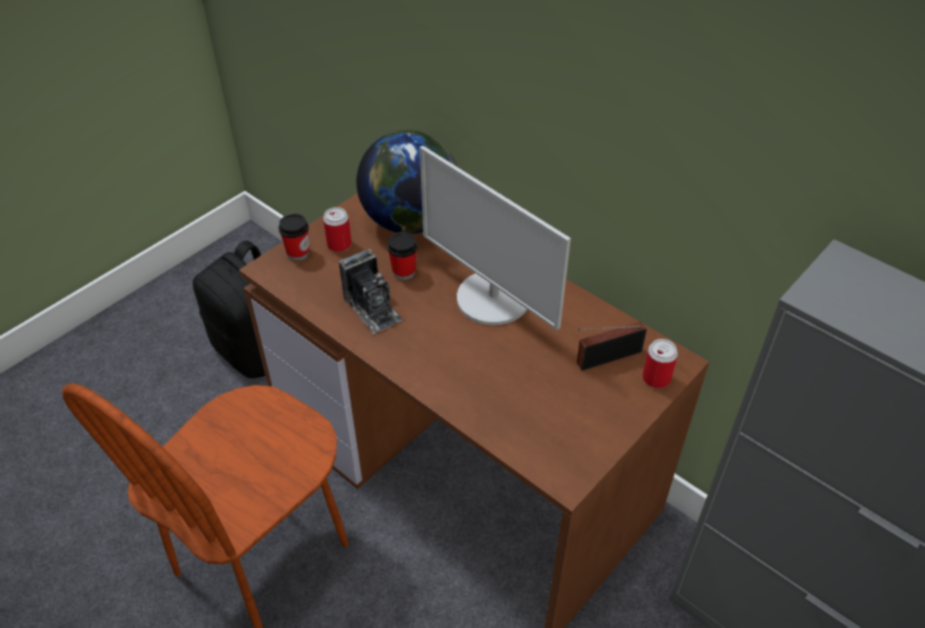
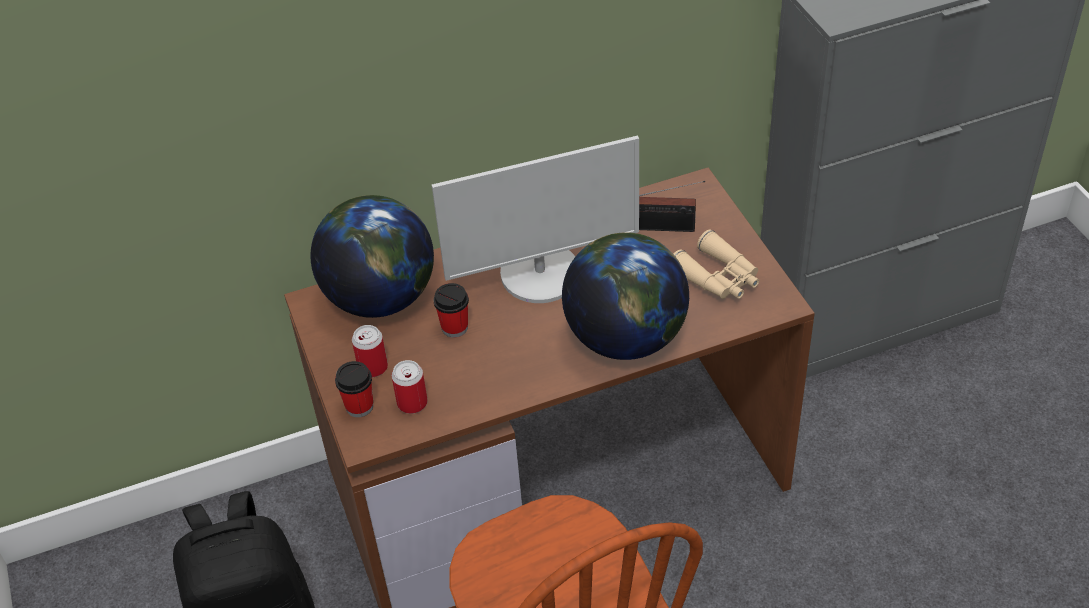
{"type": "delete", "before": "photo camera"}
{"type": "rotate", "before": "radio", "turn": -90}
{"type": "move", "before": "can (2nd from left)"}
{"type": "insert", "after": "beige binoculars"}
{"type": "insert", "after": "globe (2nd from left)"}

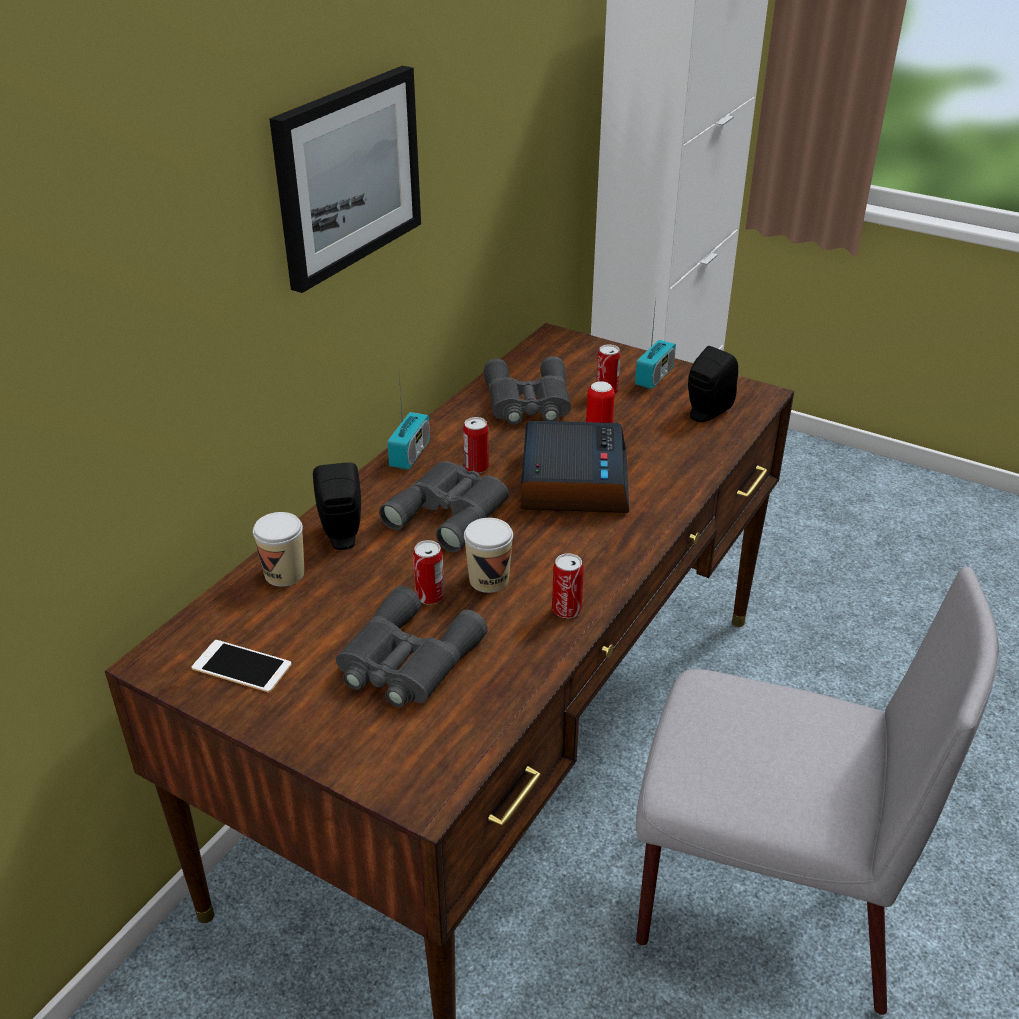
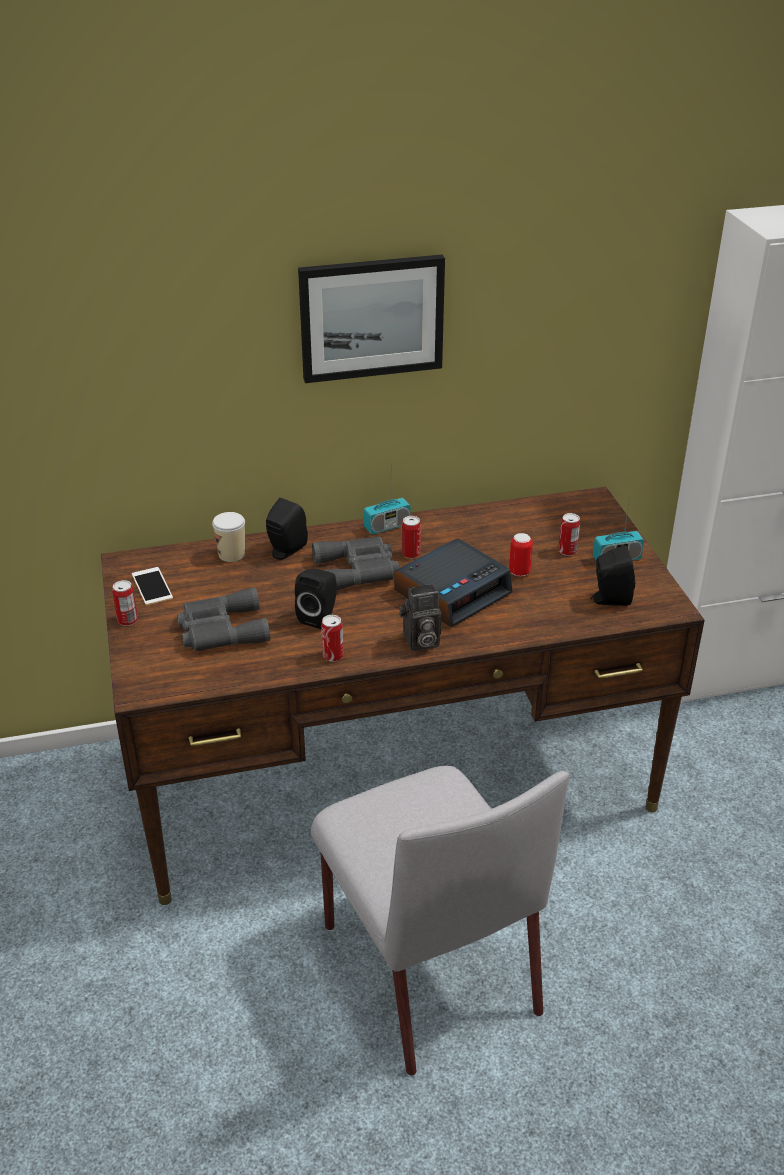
{"type": "delete", "before": "grey binoculars (3rd from left)"}
{"type": "replace", "before": "cup (2nd from left)", "after": "black speaker (2nd from left)"}
{"type": "move", "before": "can (1st from left)"}
{"type": "insert", "after": "photo camera"}

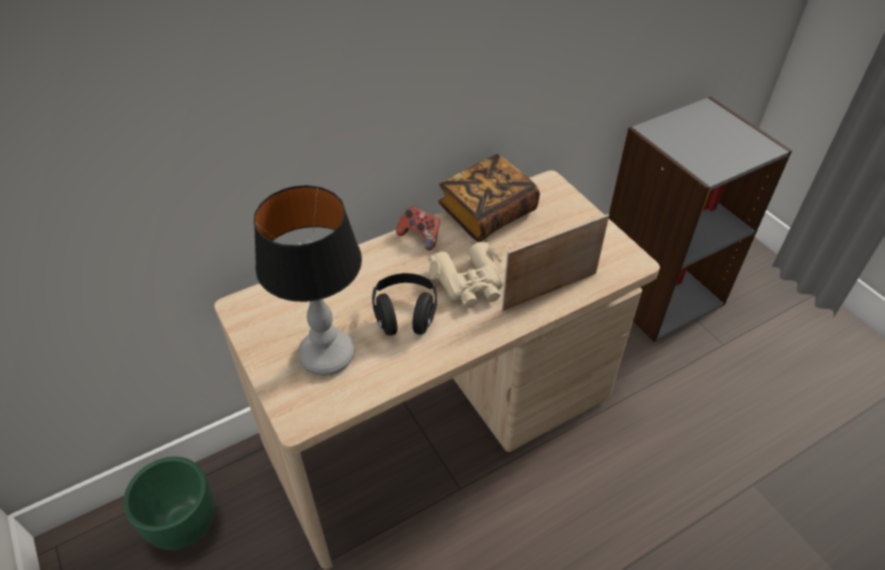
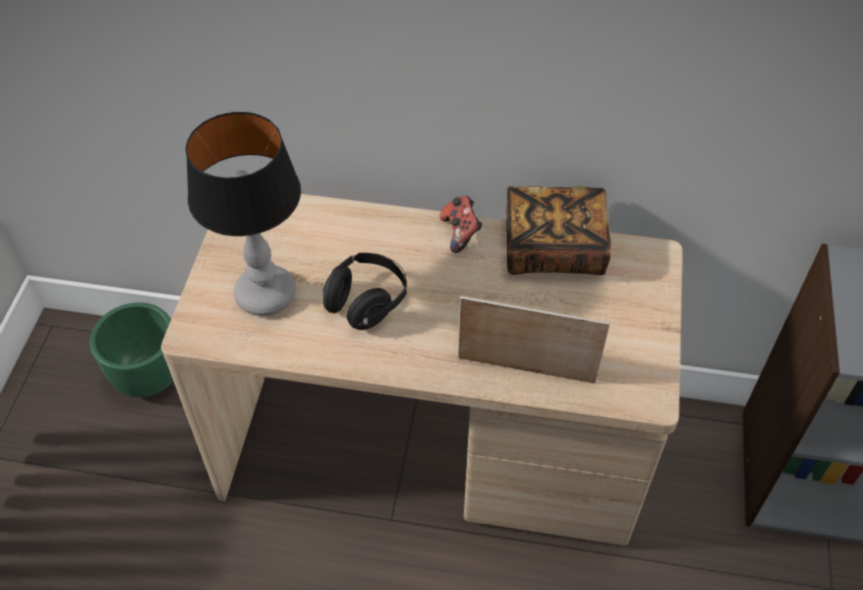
{"type": "delete", "before": "beige binoculars"}

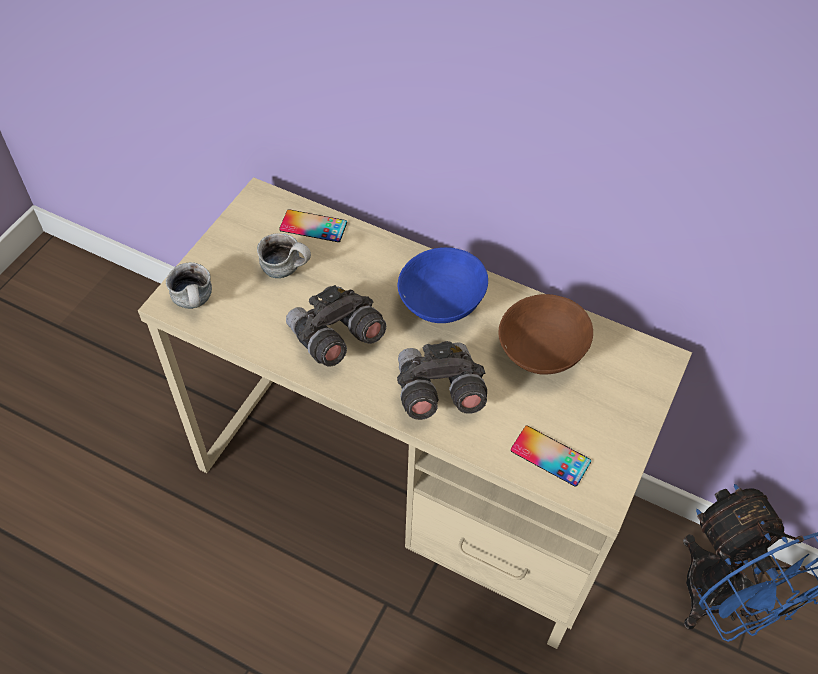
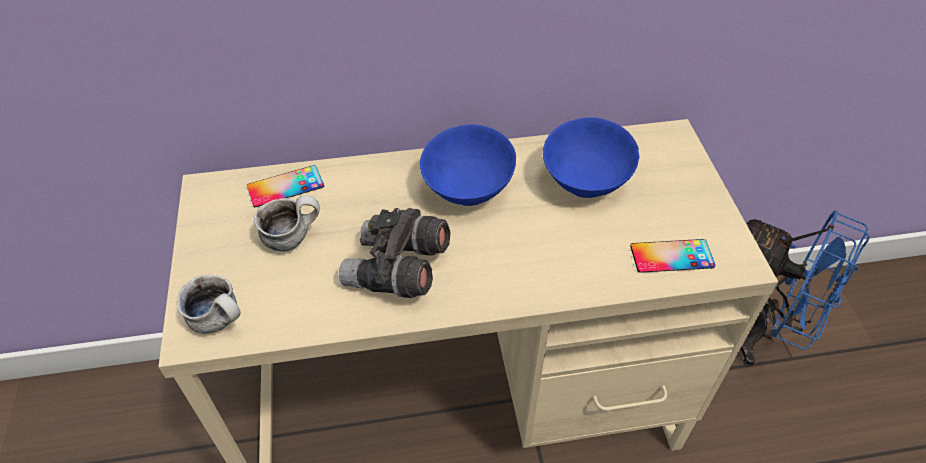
{"type": "recolor", "before": "brown bowl", "after": "blue bowl (2nd from left)"}
{"type": "delete", "before": "grey binoculars (2nd from left)"}

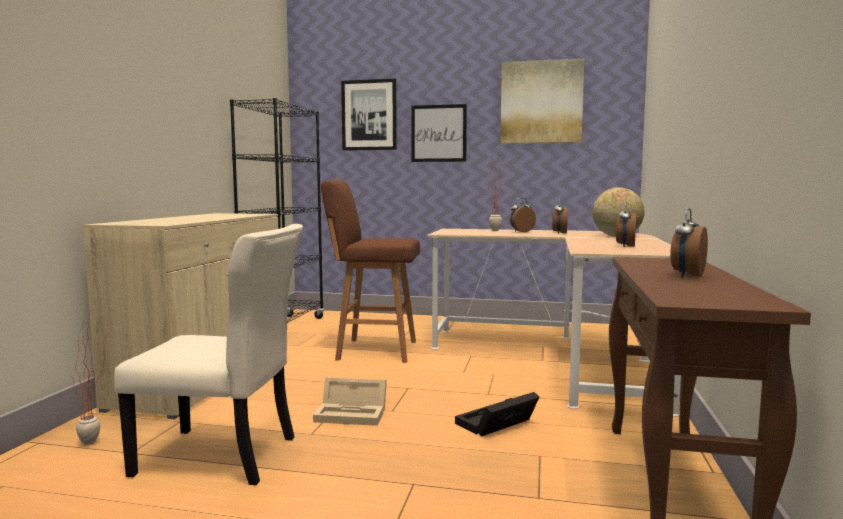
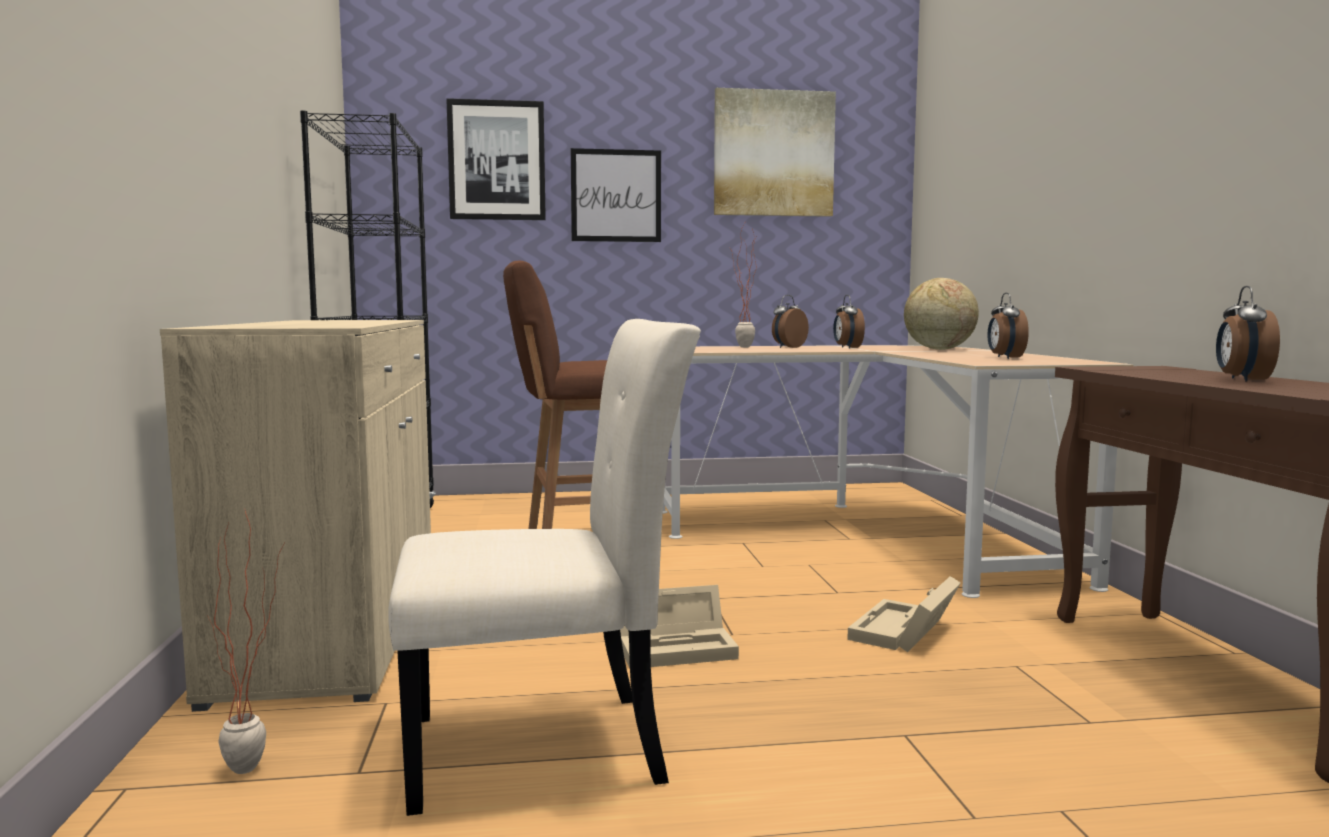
{"type": "recolor", "before": "black storage box", "after": "beige storage box (2nd from left)"}

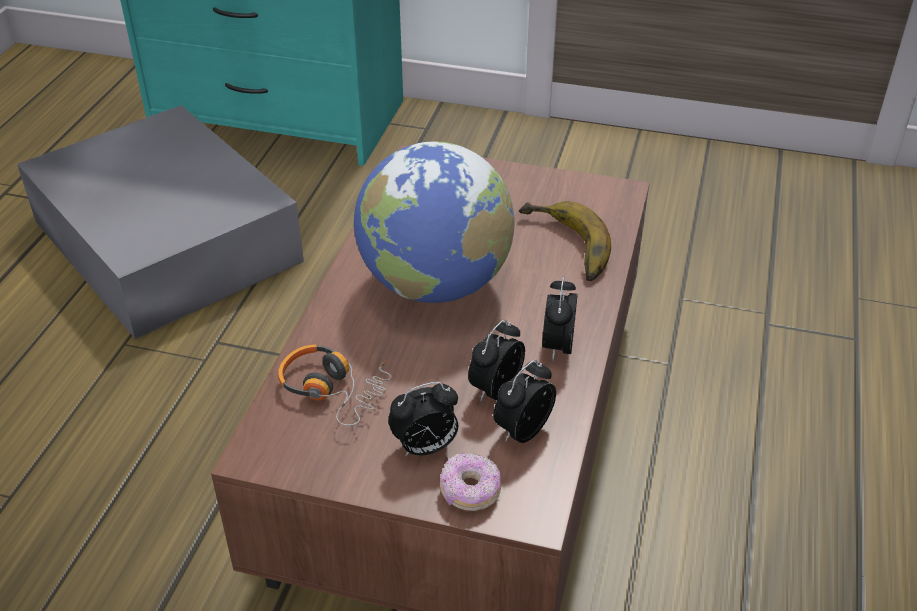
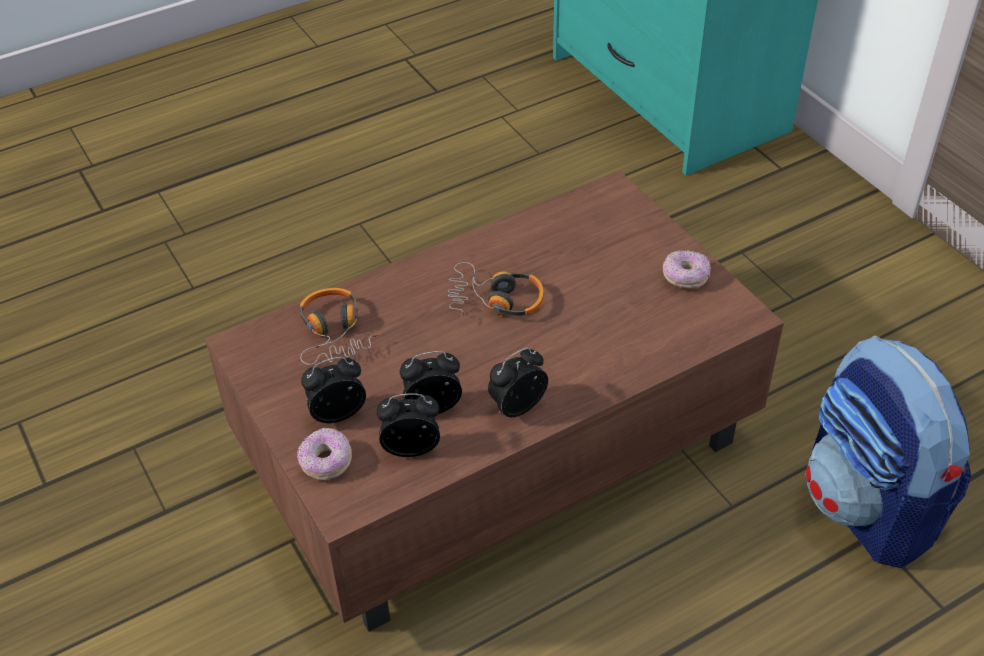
{"type": "delete", "before": "grey storage box"}
{"type": "replace", "before": "globe", "after": "headphones (2nd from left)"}
{"type": "delete", "before": "banana"}
{"type": "rotate", "before": "alarm clock (1st from left)", "turn": 135}
{"type": "insert", "after": "donut (2nd from left)"}
{"type": "insert", "after": "backpack"}

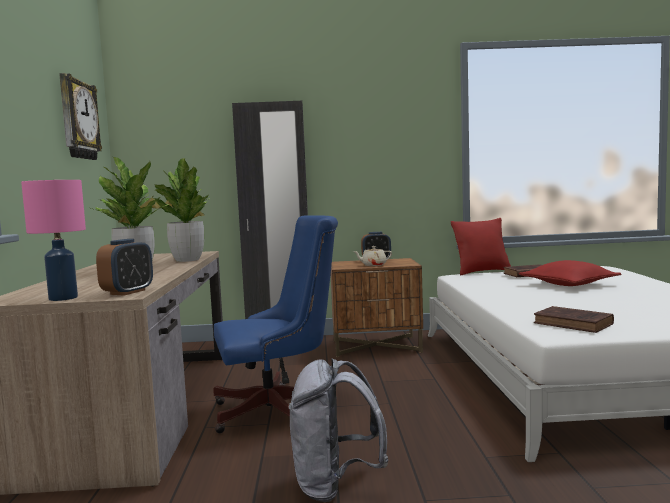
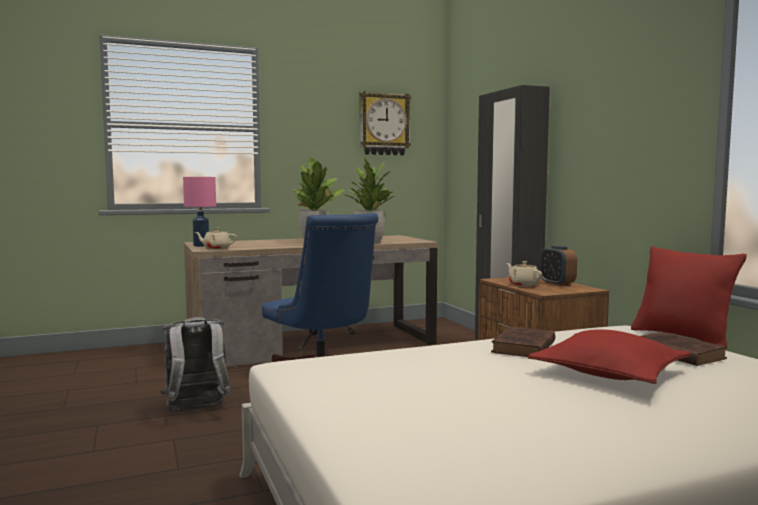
{"type": "replace", "before": "alarm clock (1st from left)", "after": "beige teapot (1st from left)"}
{"type": "move", "before": "brown book (2nd from left in the first image)", "after": "brown book (1st from left)"}

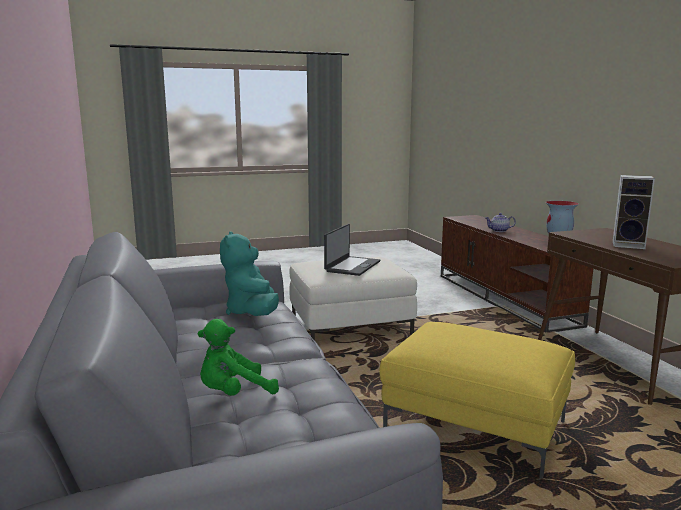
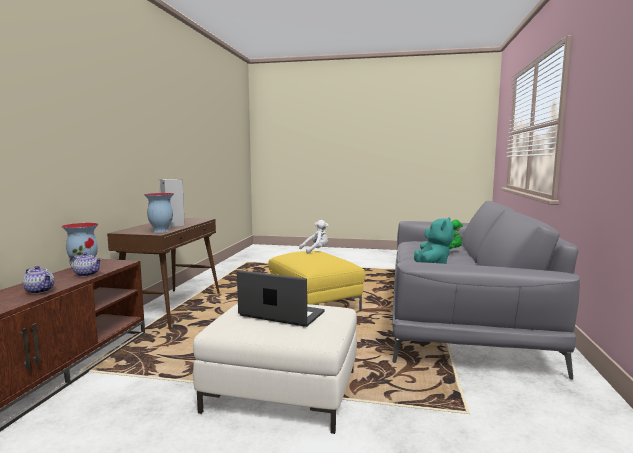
{"type": "rotate", "before": "laptop", "turn": 60}
{"type": "insert", "after": "vase (2nd from left)"}
{"type": "insert", "after": "white plush toy"}
{"type": "insert", "after": "teapot (2nd from left)"}

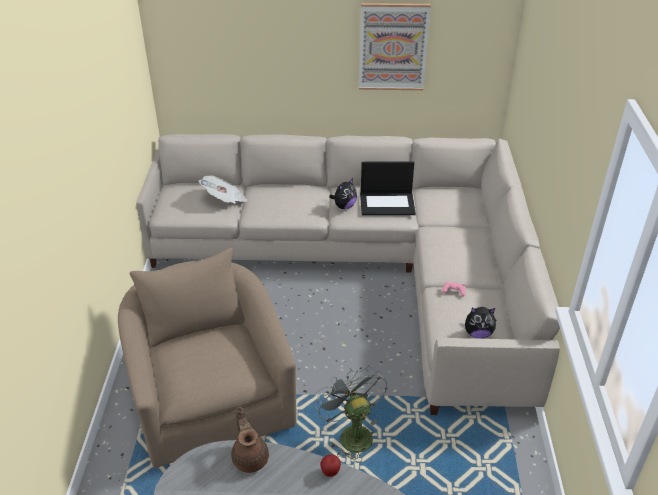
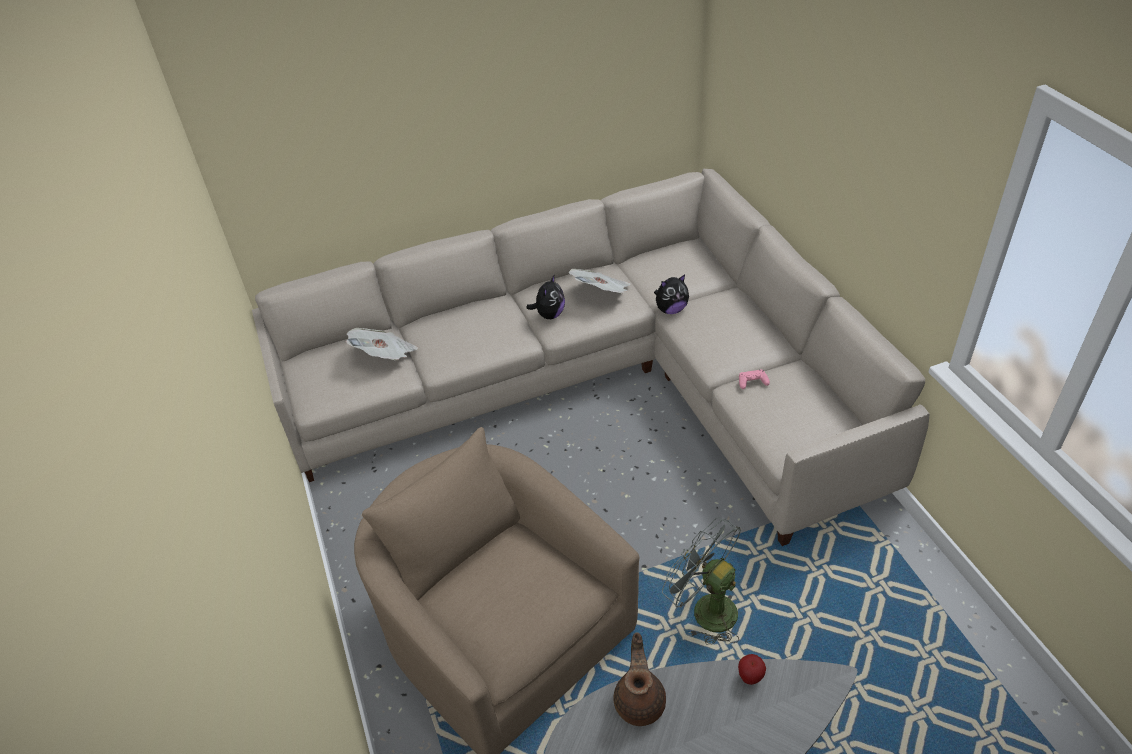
{"type": "delete", "before": "picture"}
{"type": "replace", "before": "laptop", "after": "newspaper (2nd from left)"}
{"type": "move", "before": "plush toy (2nd from left)"}
{"type": "rotate", "before": "brown teapot", "turn": 45}

